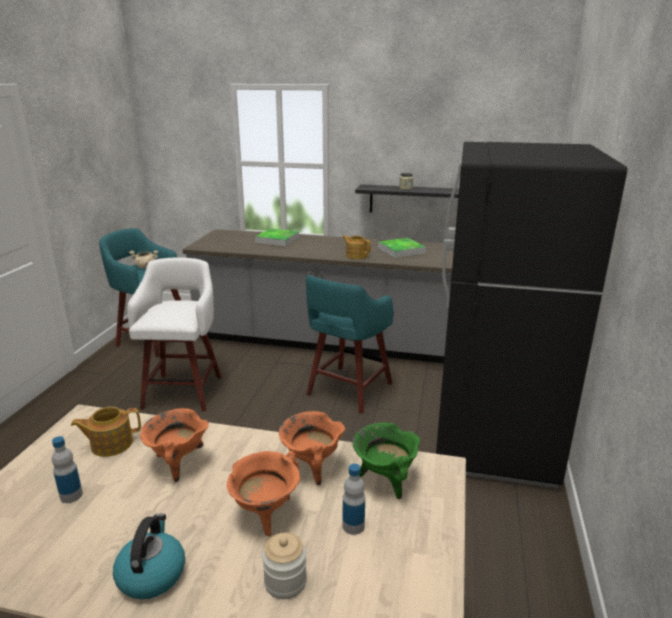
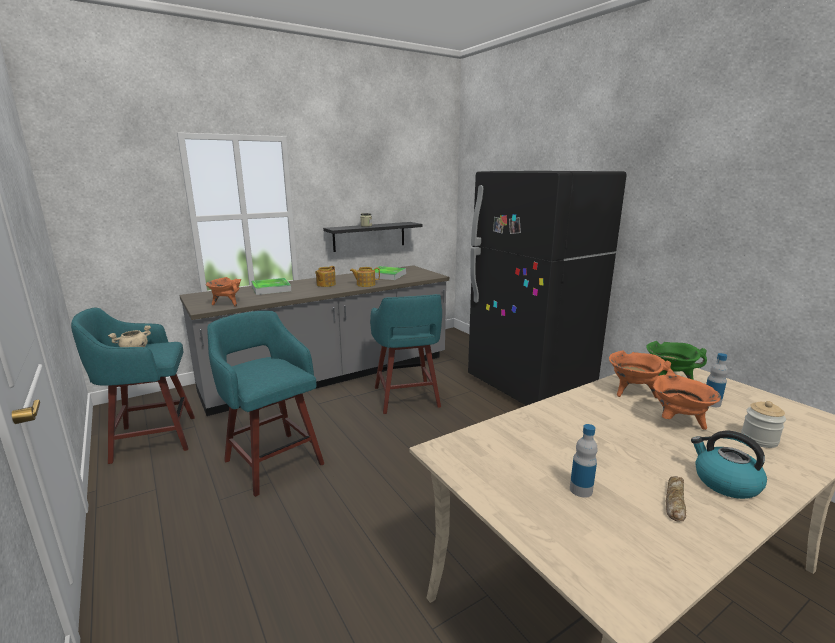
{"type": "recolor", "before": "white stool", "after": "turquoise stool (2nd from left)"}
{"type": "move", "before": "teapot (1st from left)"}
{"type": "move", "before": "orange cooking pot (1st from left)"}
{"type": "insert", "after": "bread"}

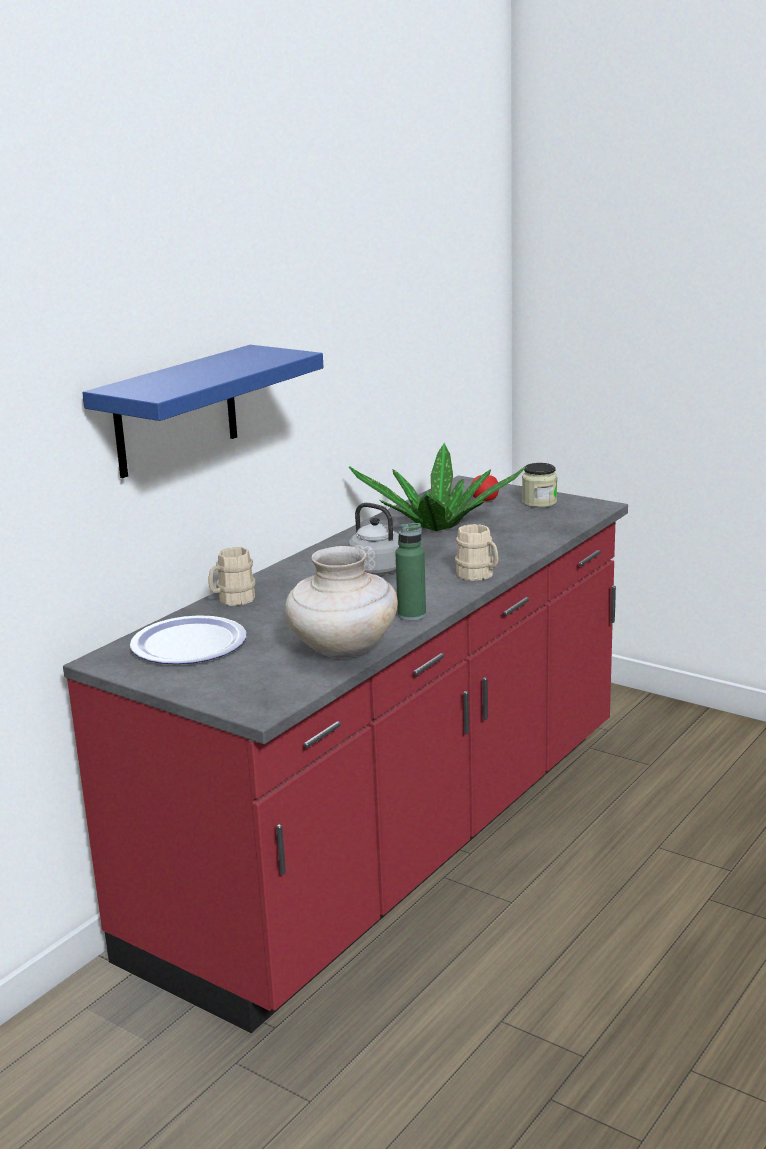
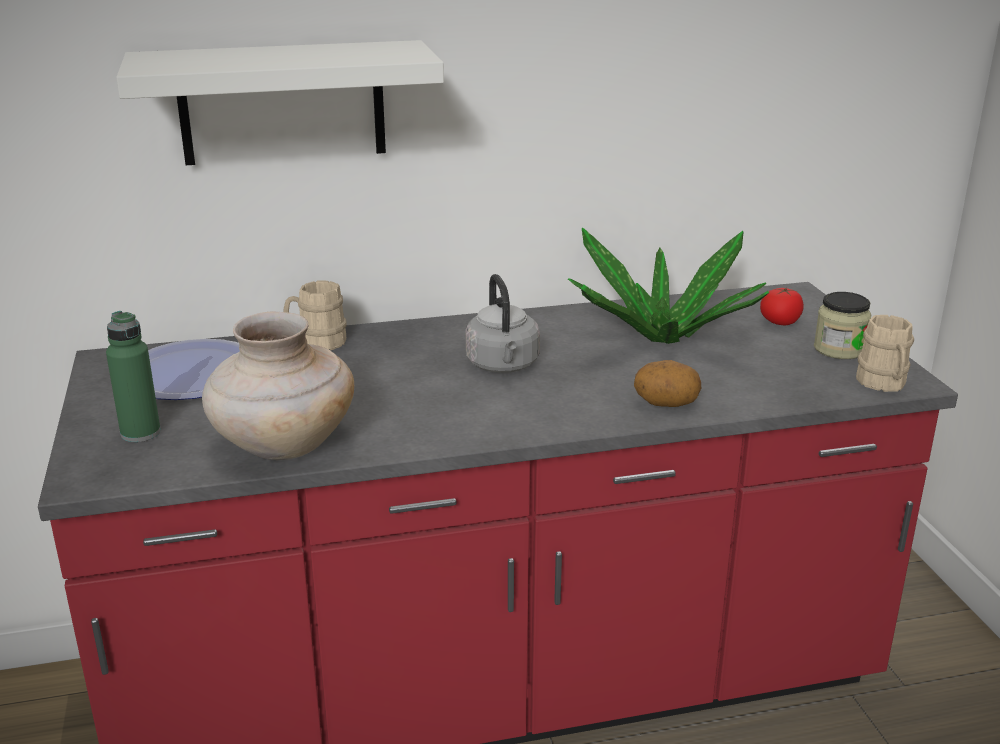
{"type": "recolor", "before": "blue shelf", "after": "white shelf"}
{"type": "move", "before": "green bottle"}
{"type": "move", "before": "beige mug (2nd from left)"}
{"type": "insert", "after": "potato"}

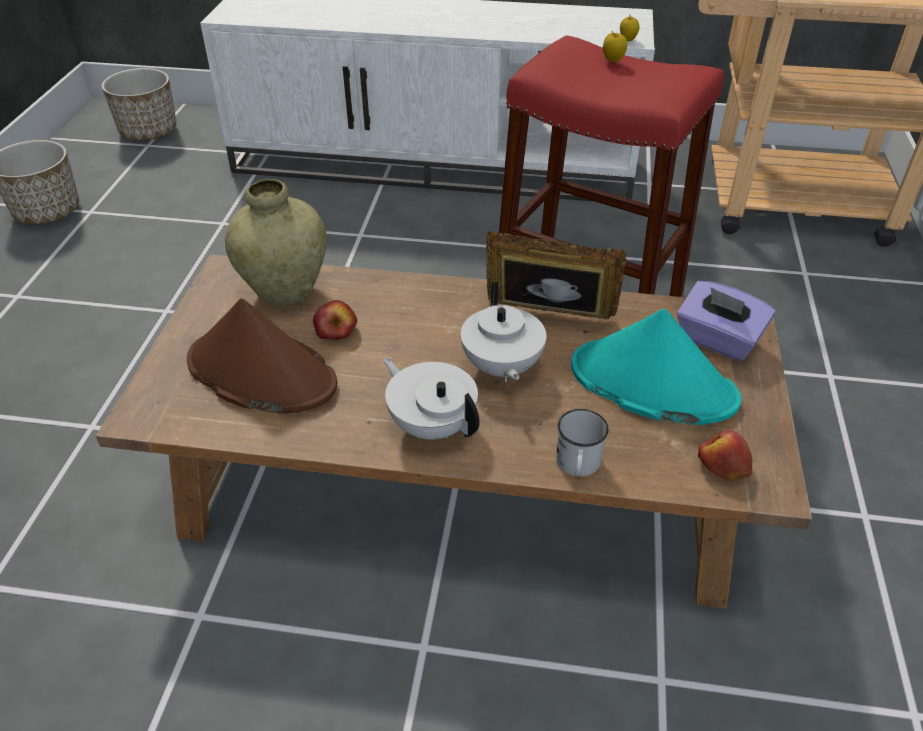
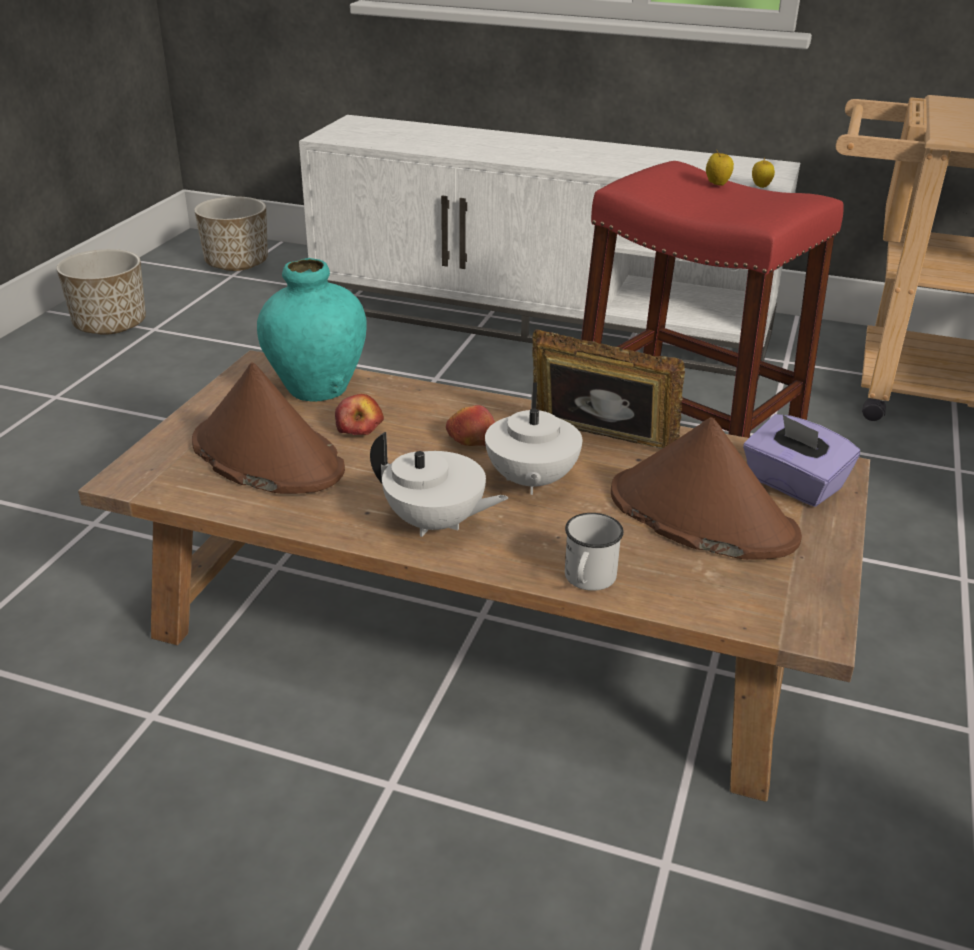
{"type": "recolor", "before": "beige vase", "after": "turquoise vase"}
{"type": "recolor", "before": "turquoise hat", "after": "brown hat (2nd from left)"}
{"type": "rotate", "before": "white teapot (1st from left)", "turn": 150}
{"type": "move", "before": "apple (4th from left in the first image)", "after": "apple (2nd from left)"}

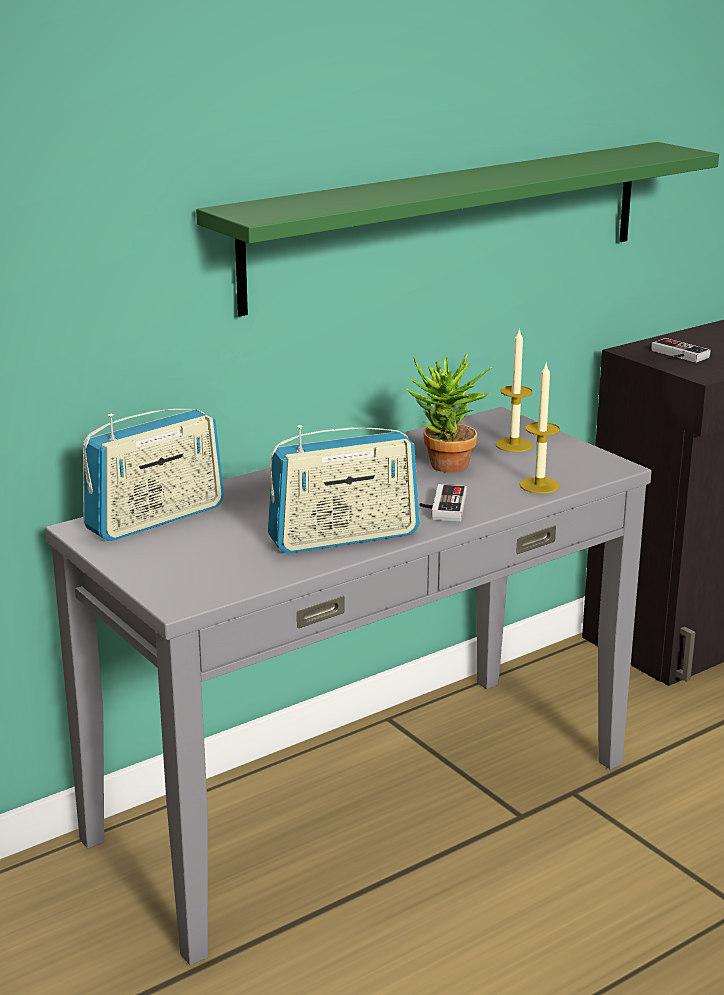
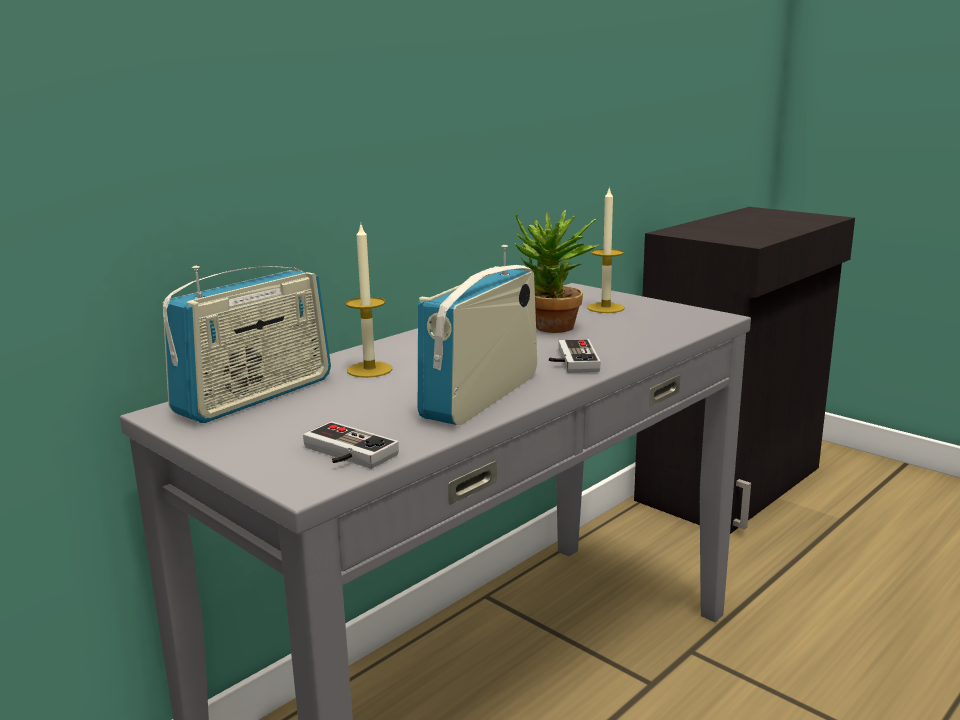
{"type": "delete", "before": "green shelf"}
{"type": "move", "before": "game controller (2nd from left in the first image)", "after": "game controller (1st from left)"}
{"type": "move", "before": "candle (2nd from left in the first image)", "after": "candle (1st from left)"}
{"type": "rotate", "before": "radio (2nd from left)", "turn": 150}

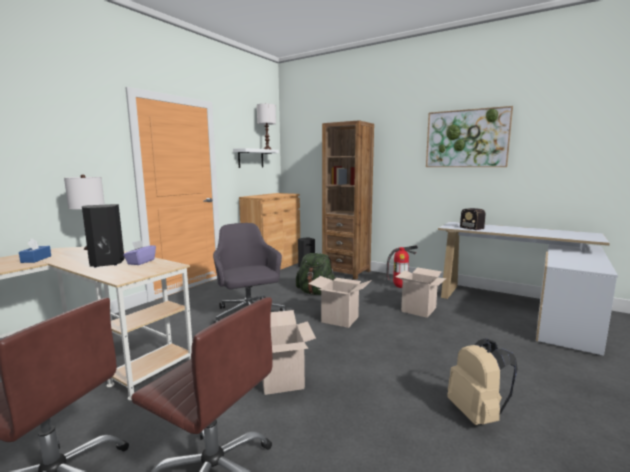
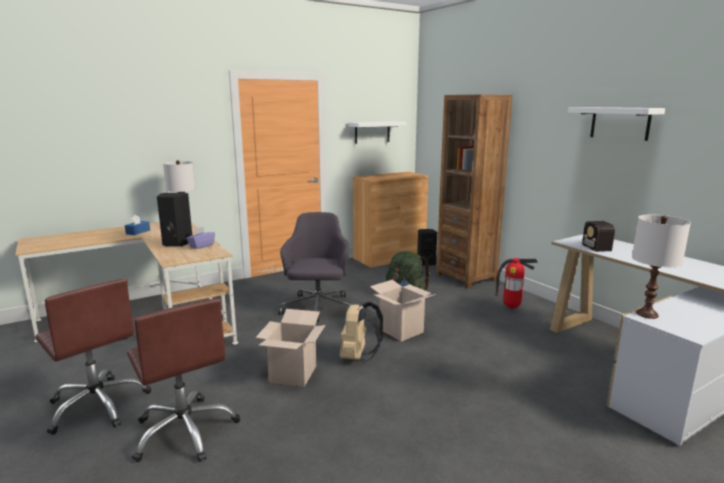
{"type": "move", "before": "white table lamp (2nd from left)"}
{"type": "replace", "before": "picture", "after": "white shelf (2nd from left)"}
{"type": "delete", "before": "cardboard box (3rd from left)"}
{"type": "move", "before": "beige backpack"}

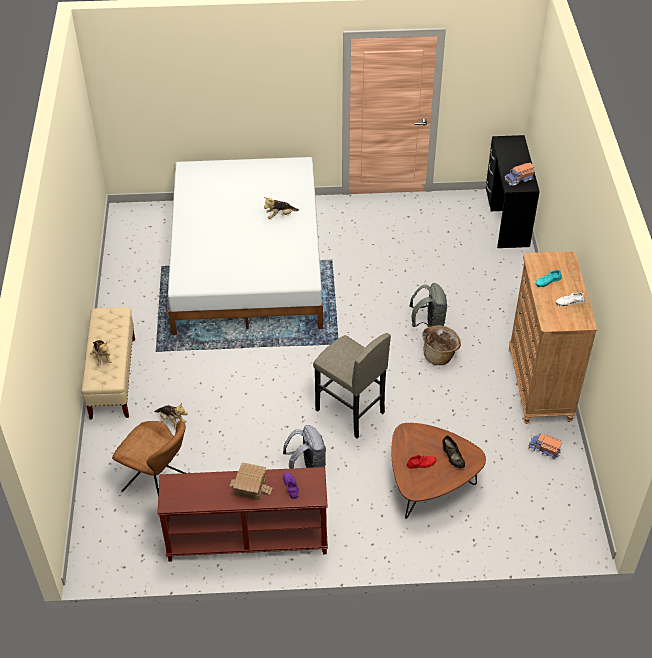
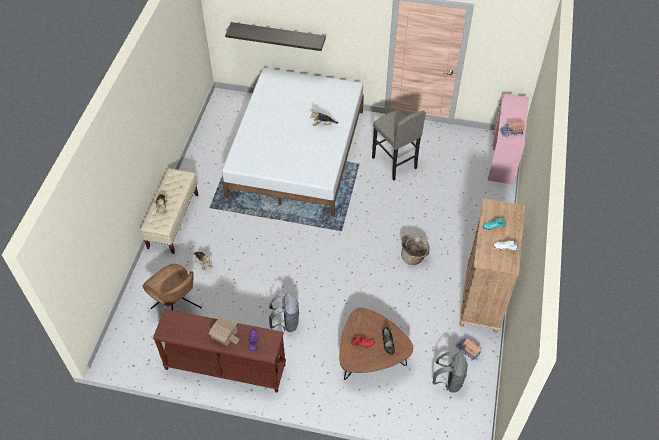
{"type": "recolor", "before": "black desk", "after": "pink desk"}
{"type": "move", "before": "grey backpack (2nd from left)"}
{"type": "move", "before": "grey stool"}
{"type": "insert", "after": "shelf"}

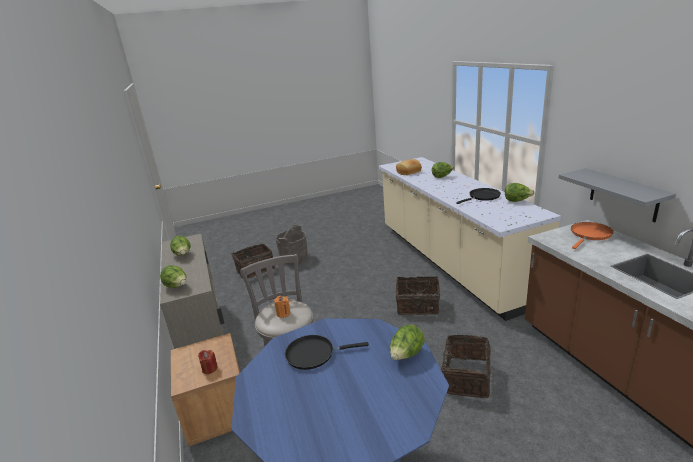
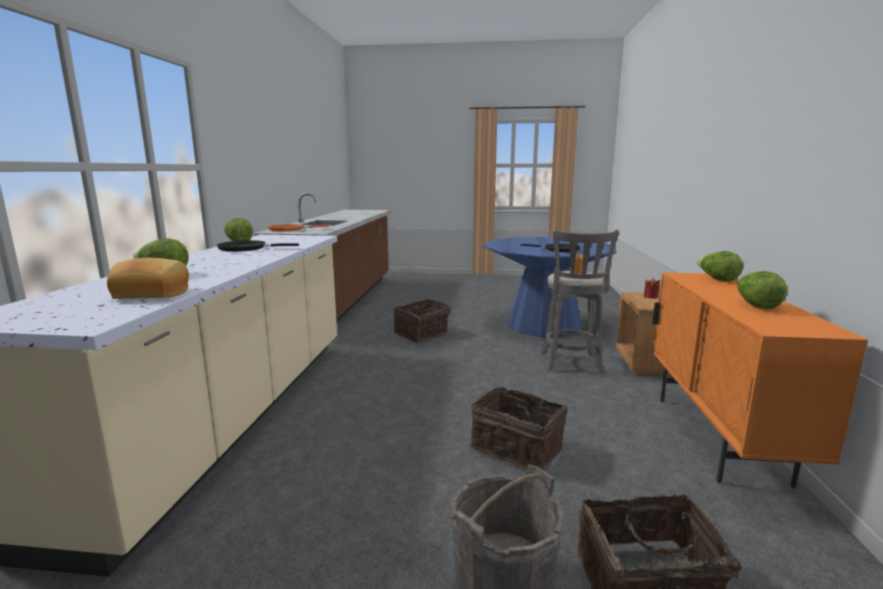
{"type": "delete", "before": "grey shelf"}
{"type": "recolor", "before": "beige cabinet", "after": "orange cabinet"}
{"type": "move", "before": "basket (2nd from left)"}
{"type": "delete", "before": "lettuce (3rd from left)"}

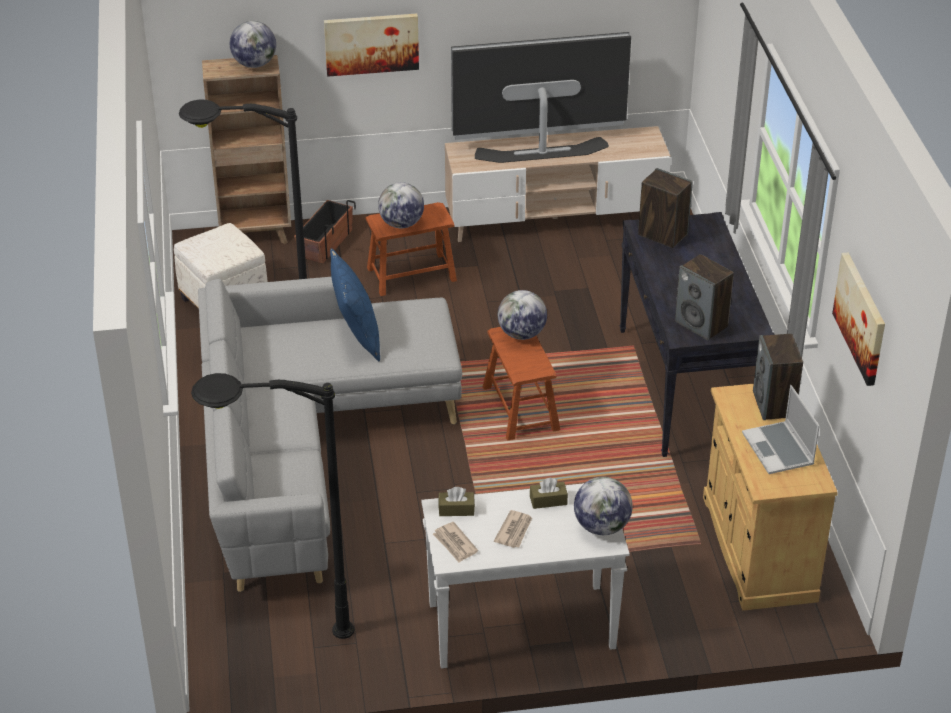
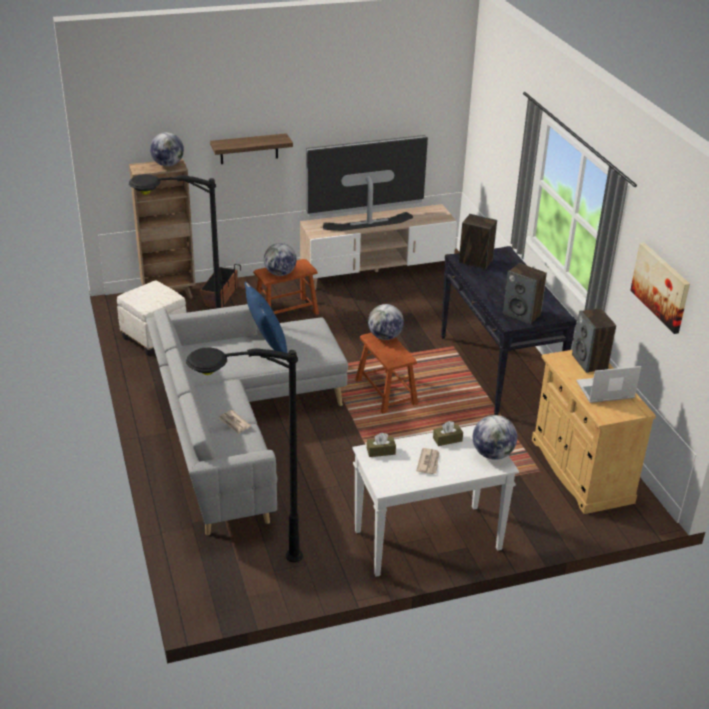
{"type": "replace", "before": "picture (1st from left)", "after": "shelf"}
{"type": "rotate", "before": "laptop", "turn": 105}
{"type": "move", "before": "newspaper (1st from left)"}

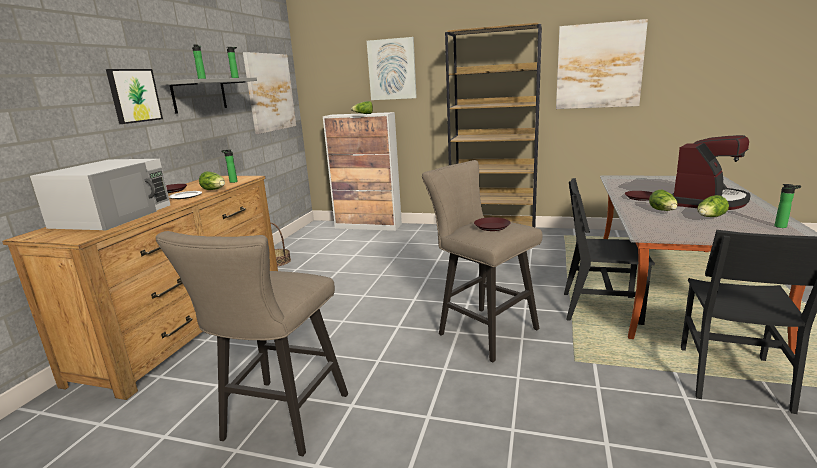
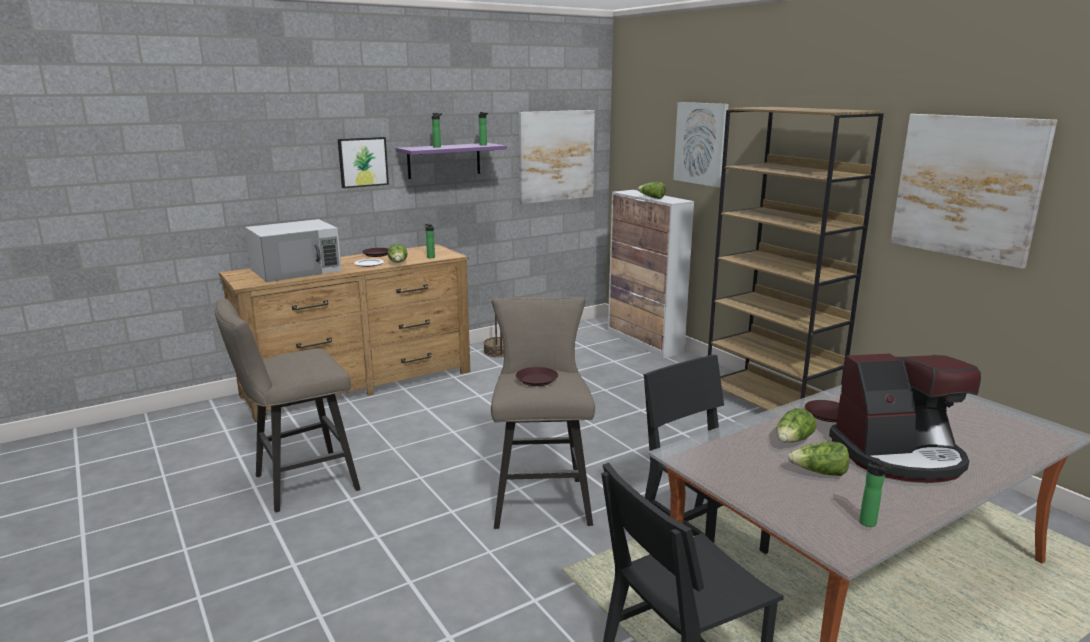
{"type": "recolor", "before": "grey shelf", "after": "purple shelf"}

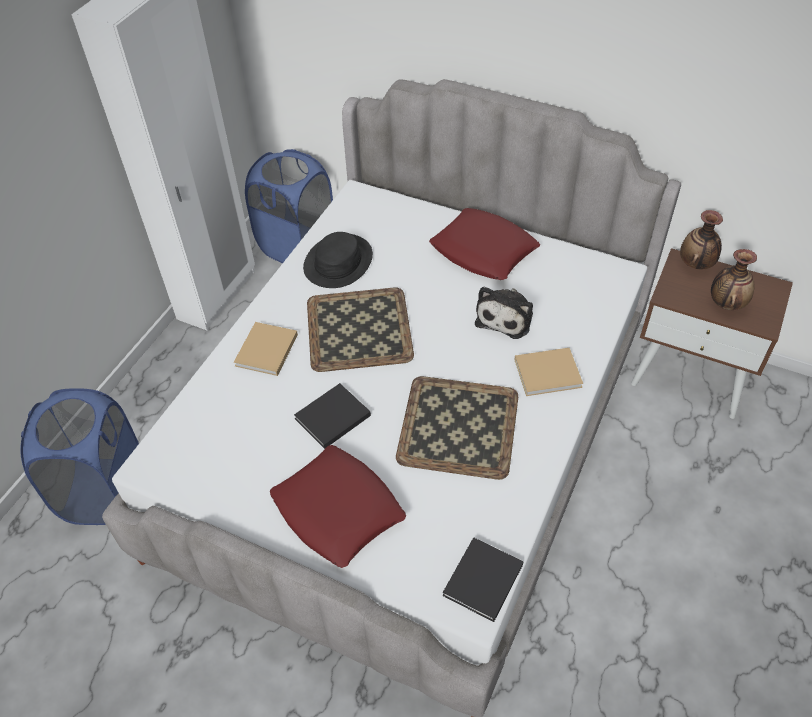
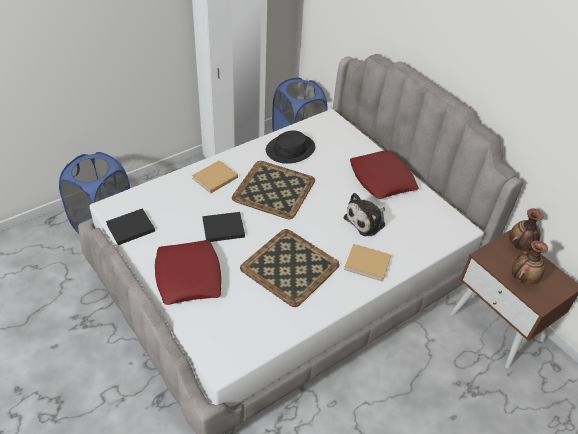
{"type": "move", "before": "black book (2nd from left in the first image)", "after": "black book (1st from left)"}

